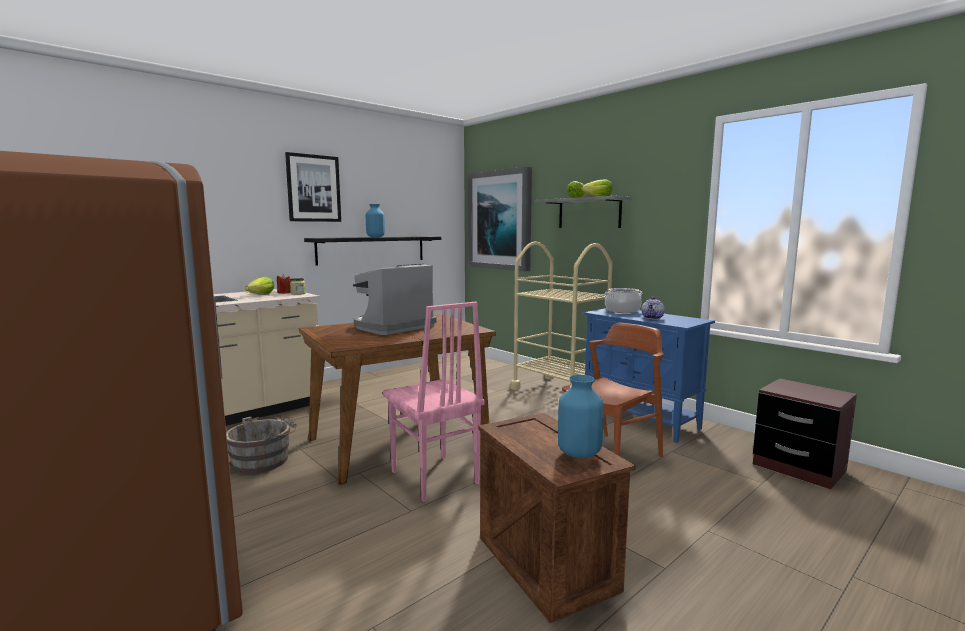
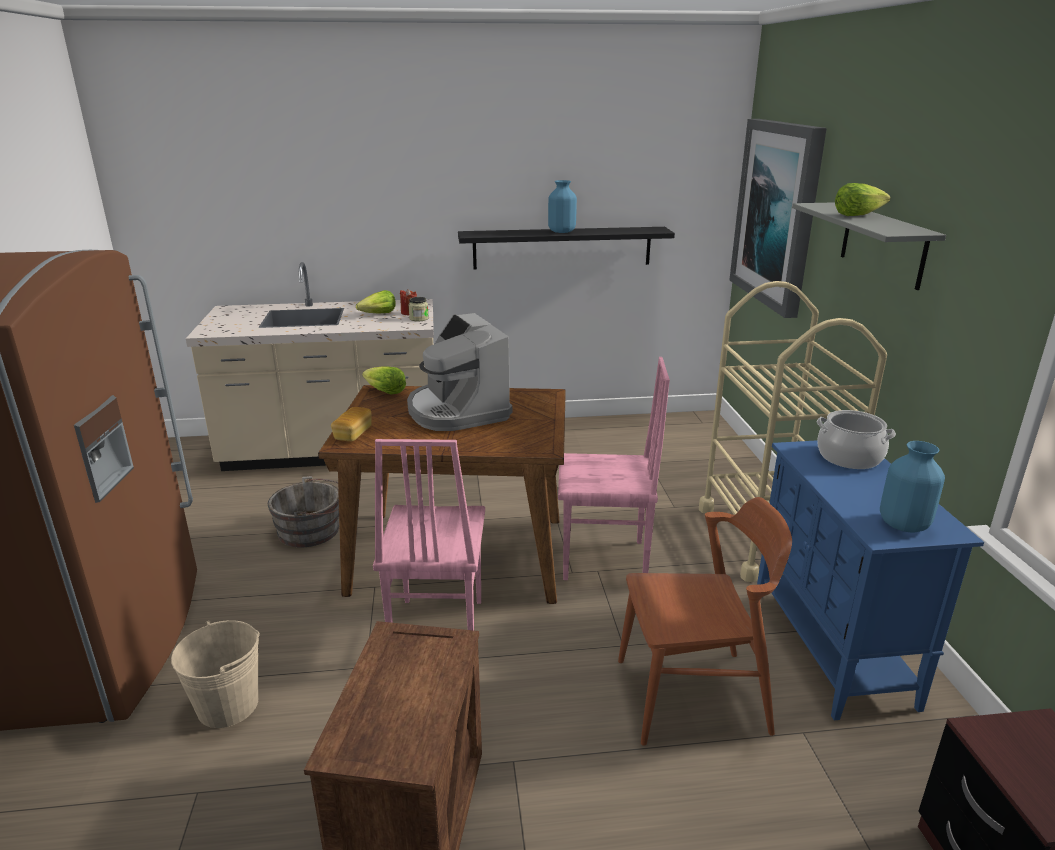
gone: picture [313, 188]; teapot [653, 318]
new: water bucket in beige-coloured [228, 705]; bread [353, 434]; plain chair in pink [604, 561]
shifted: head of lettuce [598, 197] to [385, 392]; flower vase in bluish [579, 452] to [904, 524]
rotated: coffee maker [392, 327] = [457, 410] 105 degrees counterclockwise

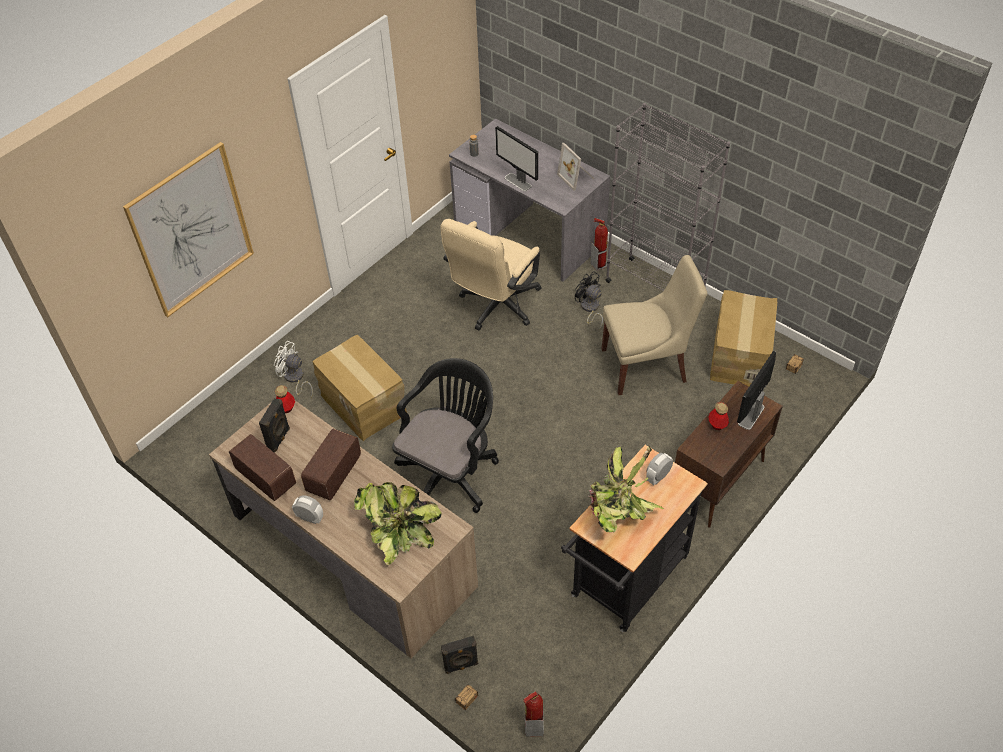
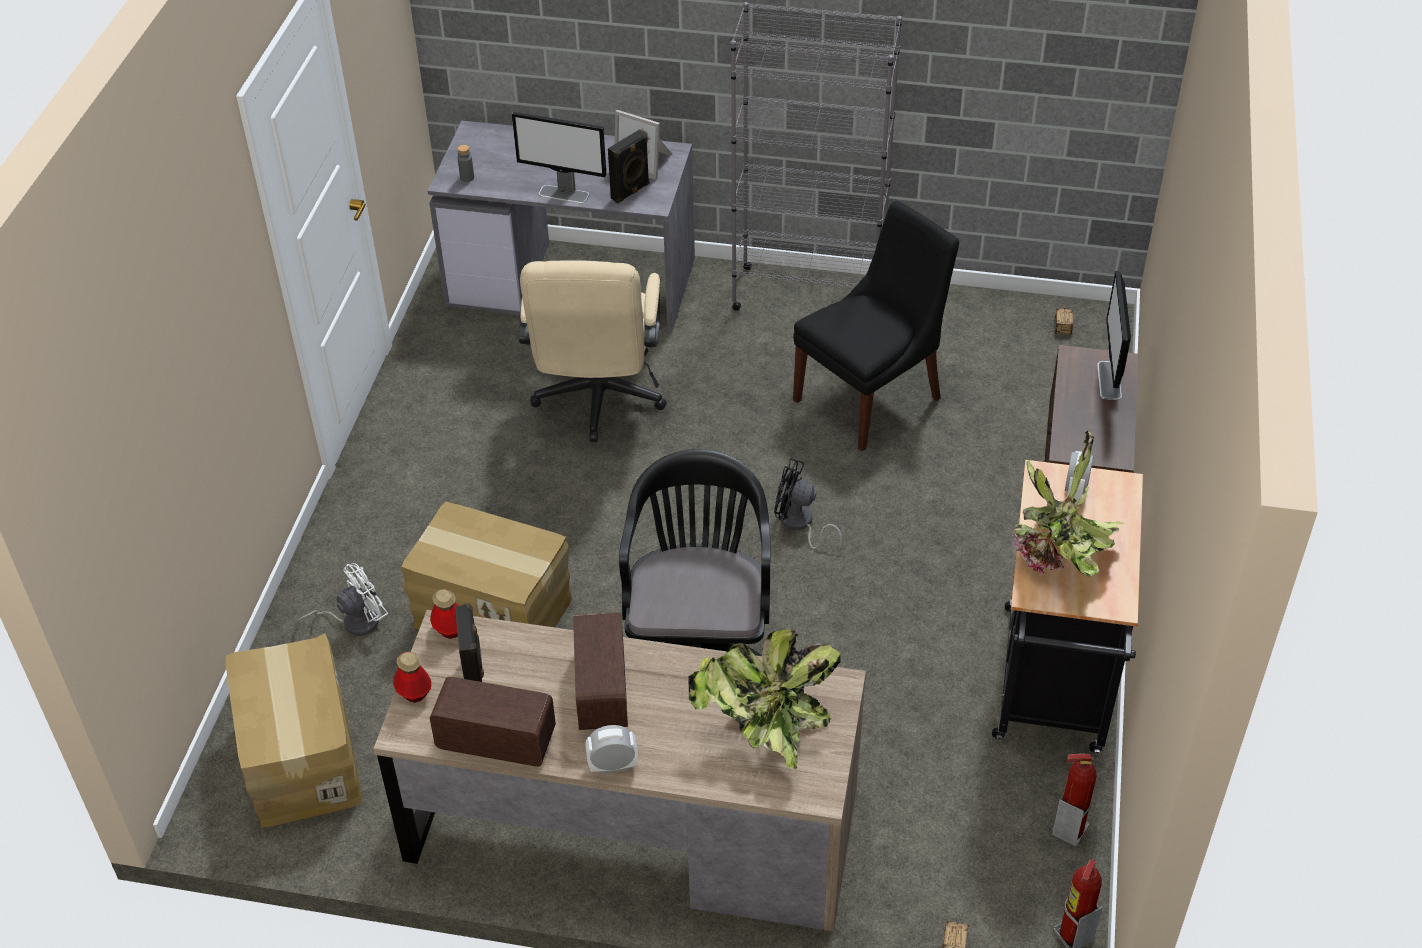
gone: picture [191, 231]
shifted: cardboard box [738, 355] to [300, 759]; drink bottle [717, 424] to [414, 692]; loudspeaker in black-coloured [461, 666] to [631, 192]; fan in black-coloured [589, 309] to [799, 524]; fire extinguisher [599, 265] to [1069, 830]
repainted: plain chair in beige-coloured [647, 365] to plain chair in black-coloured [871, 397]
rotated: fan in white [295, 379] = [353, 622] 150 degrees clockwise

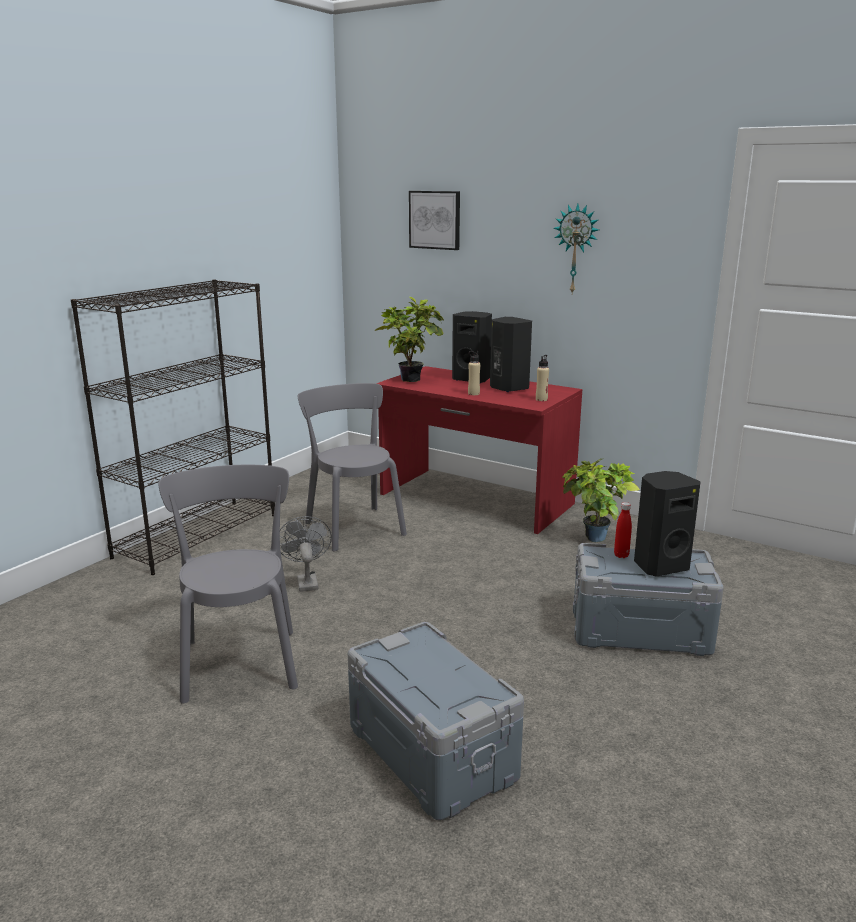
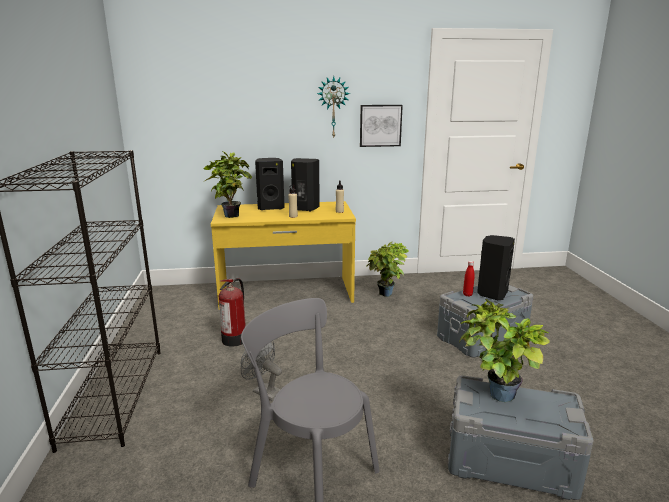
new: houseplant [494, 396]
shifted: picture [435, 220] to [380, 125]
swapped: plain chair in grey [353, 526] to fire extinguisher [235, 339]
repainted: desk in red-coloured [475, 499] to desk in yellowish [286, 293]

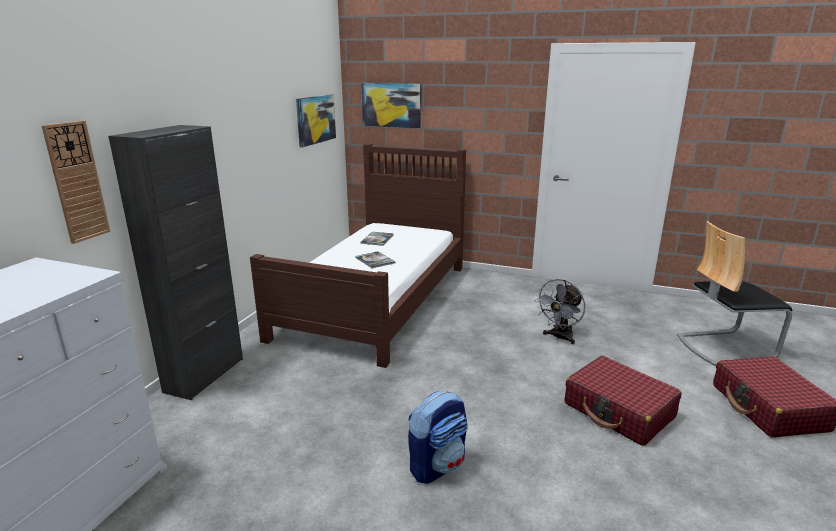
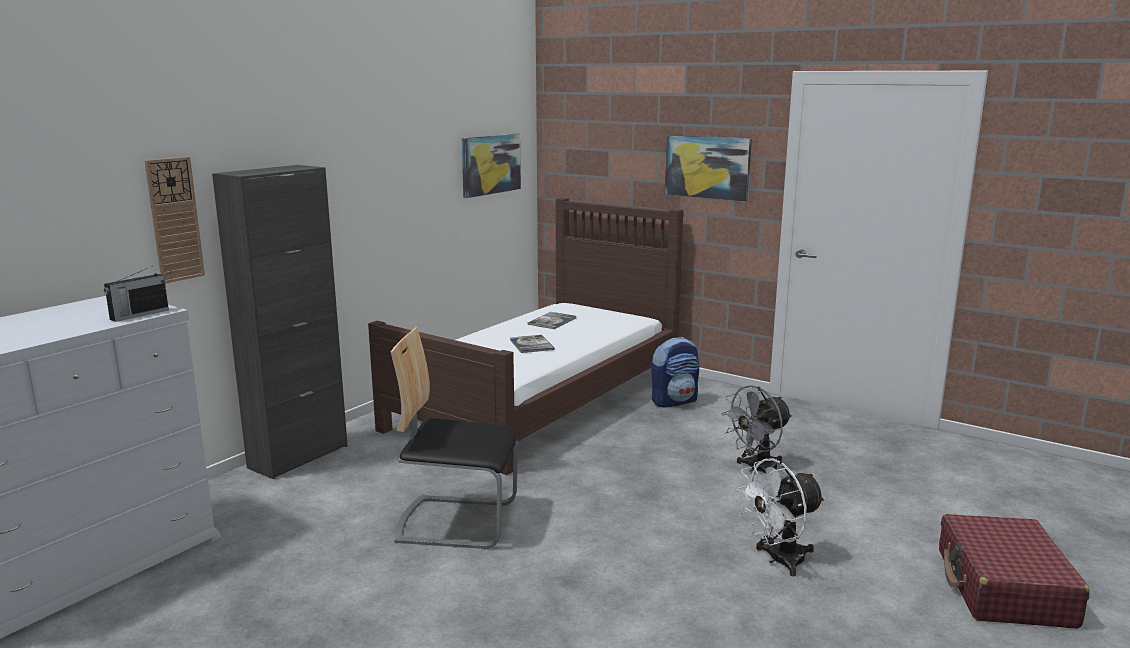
new: radio receiver [138, 315]
shifted: plain chair [724, 347] to [457, 521]; backpack [437, 465] to [674, 401]; picture [391, 105] to [707, 167]
swapped: travel case in red-coloured [619, 411] to fan in white [778, 560]

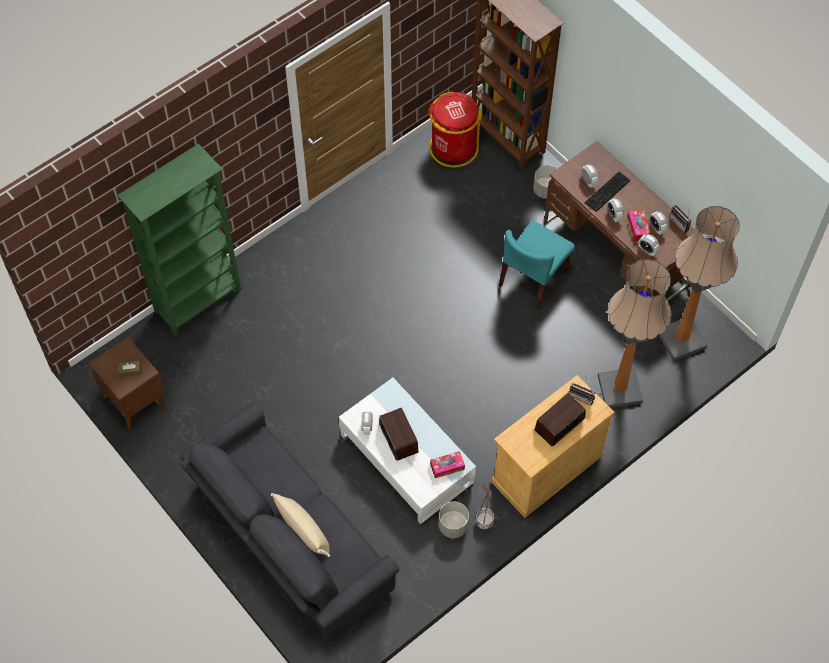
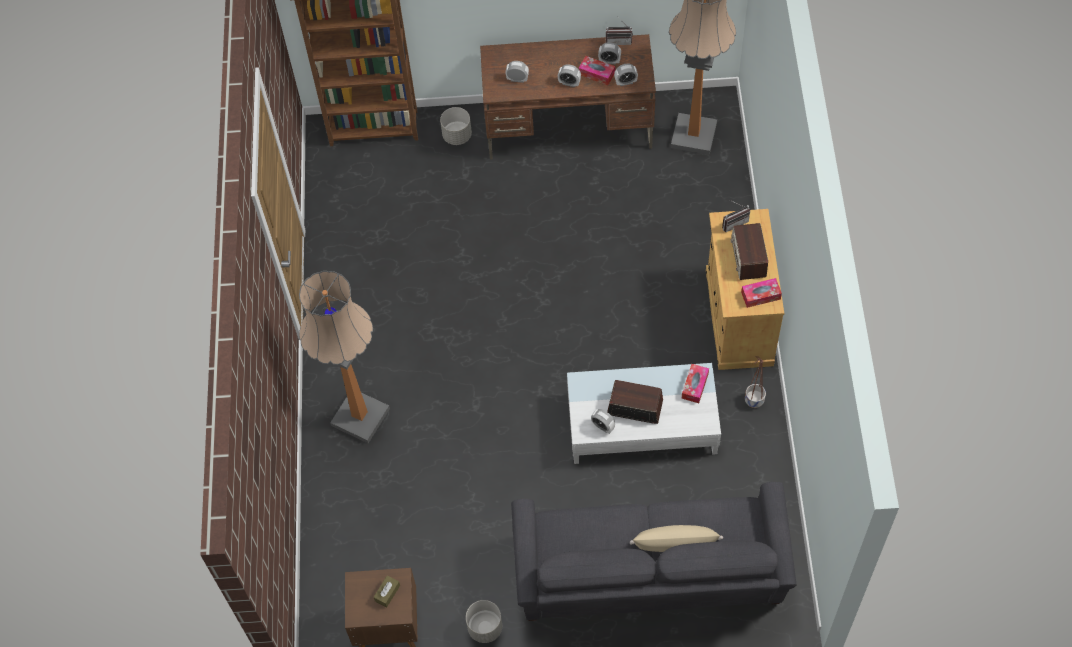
gone: bookcase in green [199, 301]; trash can in red-coloured [453, 148]; plain chair in turquoise-coloured [533, 278]; keyboard [608, 192]
new: tissue box [760, 295]
shifted: floor lamp [619, 389] to [360, 417]; plant pot in grey [453, 526] to [485, 628]

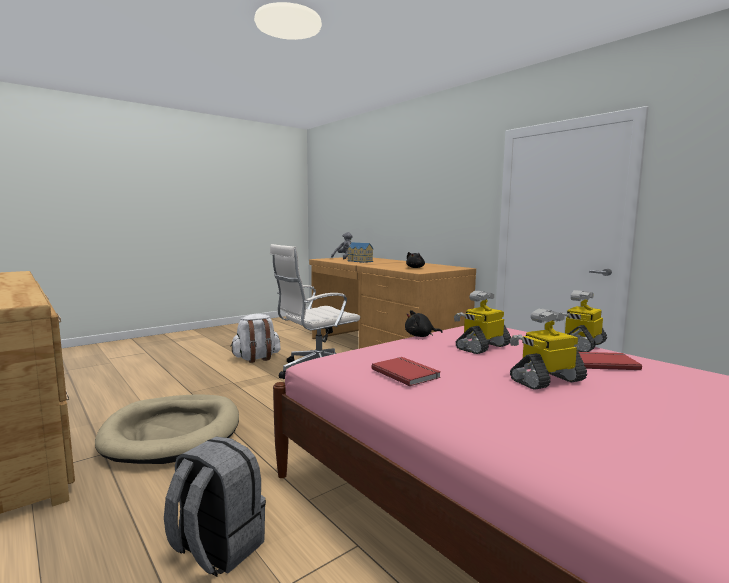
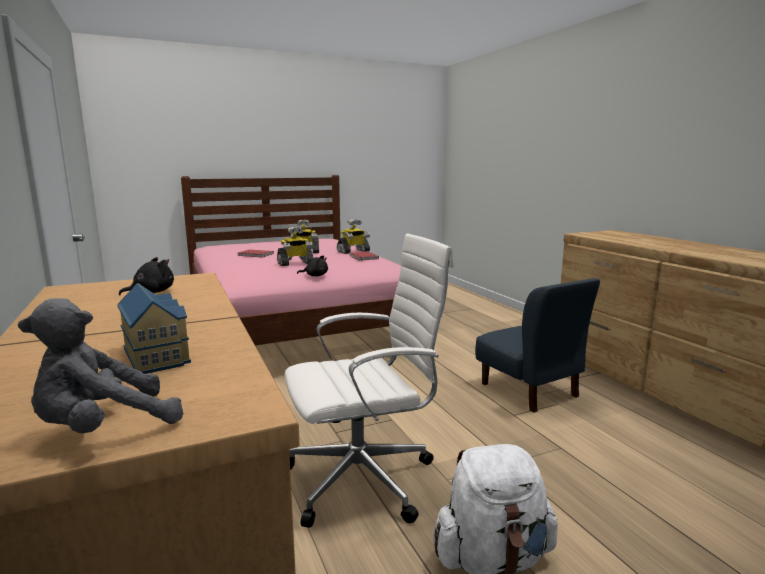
gone: backpack in grey [216, 548]
shifted: robot figure [581, 345] to [353, 251]
swapped: dog bed in beige-coloured [173, 432] to plain chair in bluish [529, 390]

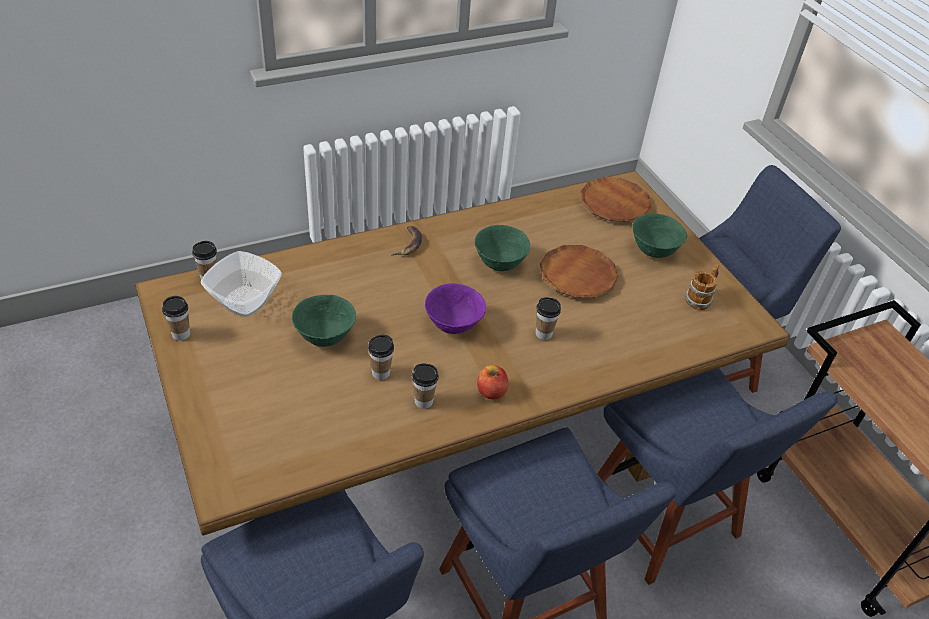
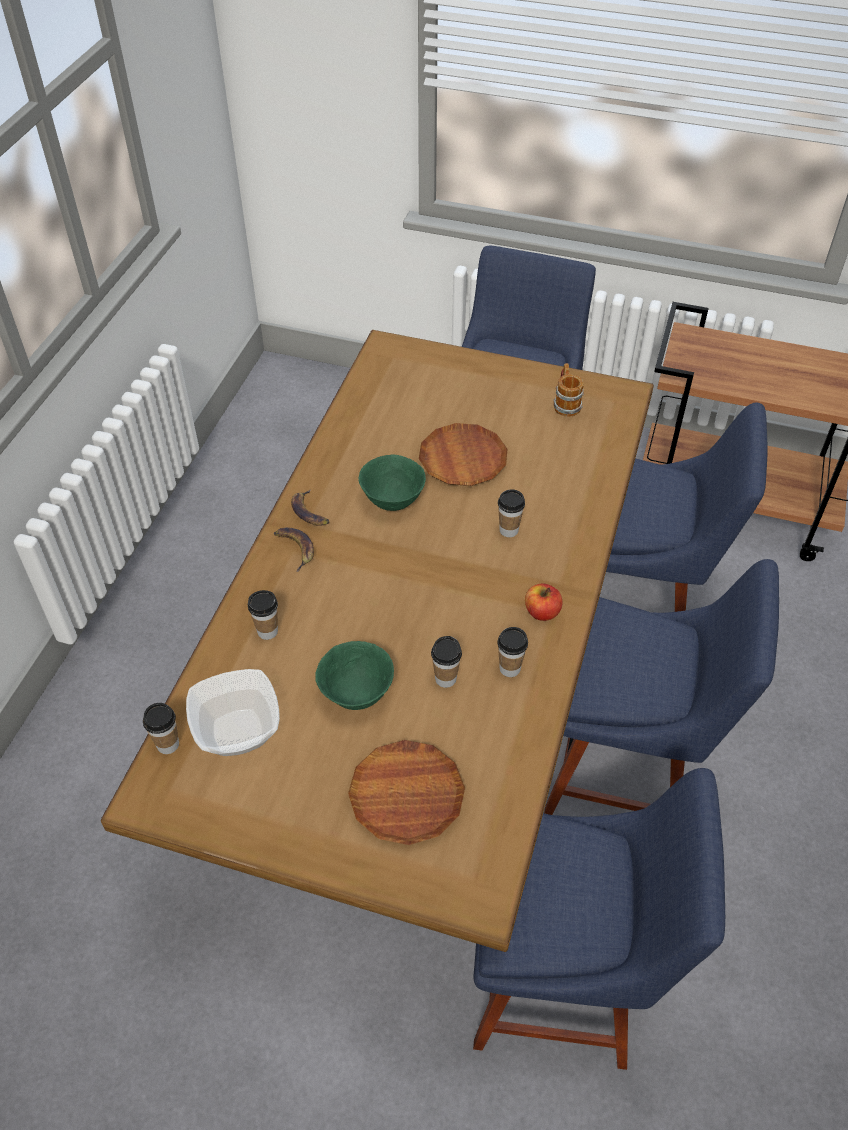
gone: serving bowl in purplish [453, 326]; serving bowl in green [653, 251]
new: banana fruit [309, 512]
shifted: drinking cup [181, 334] to [267, 631]; plate in brown-coloured [614, 204] to [406, 795]

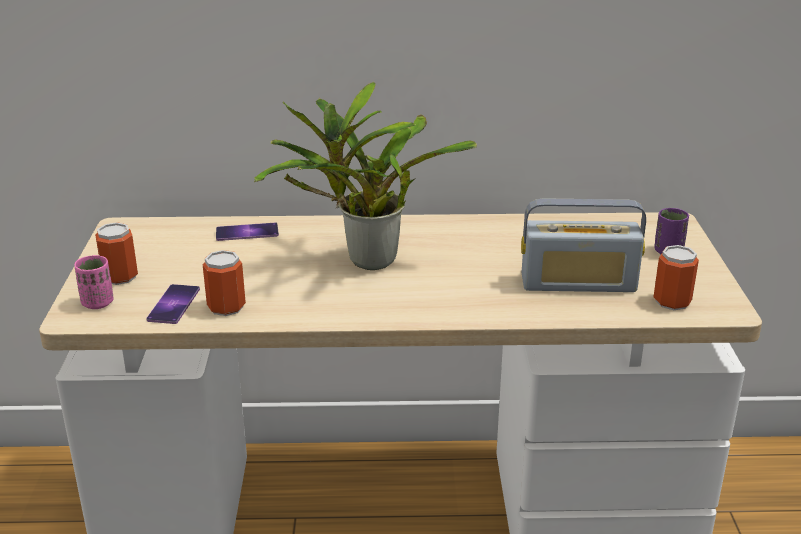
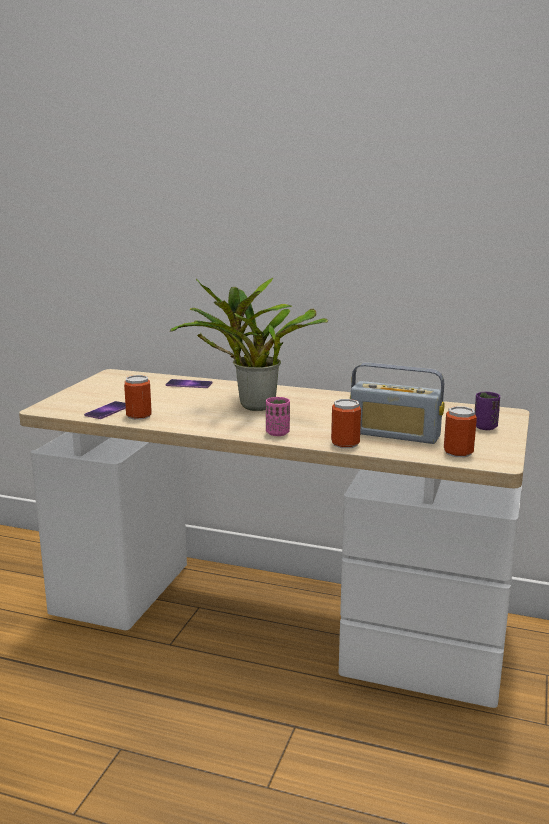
shifted: drinking cup in pink [97, 303] to [277, 433]; can [120, 277] to [345, 444]

